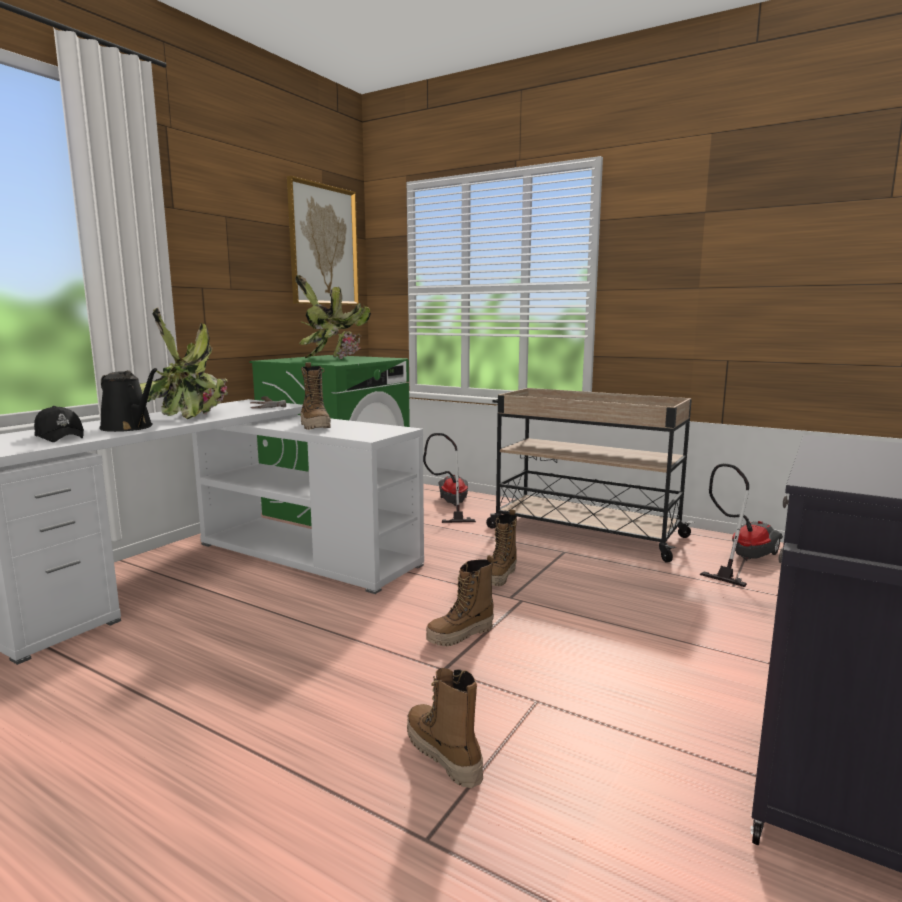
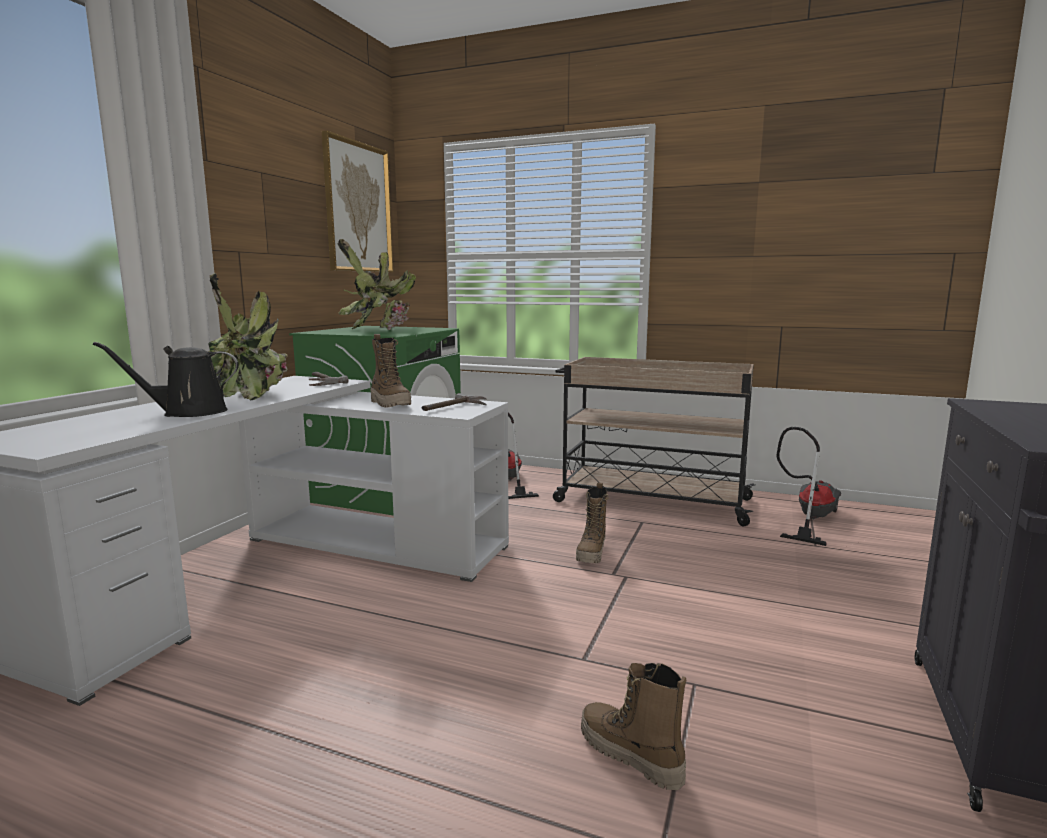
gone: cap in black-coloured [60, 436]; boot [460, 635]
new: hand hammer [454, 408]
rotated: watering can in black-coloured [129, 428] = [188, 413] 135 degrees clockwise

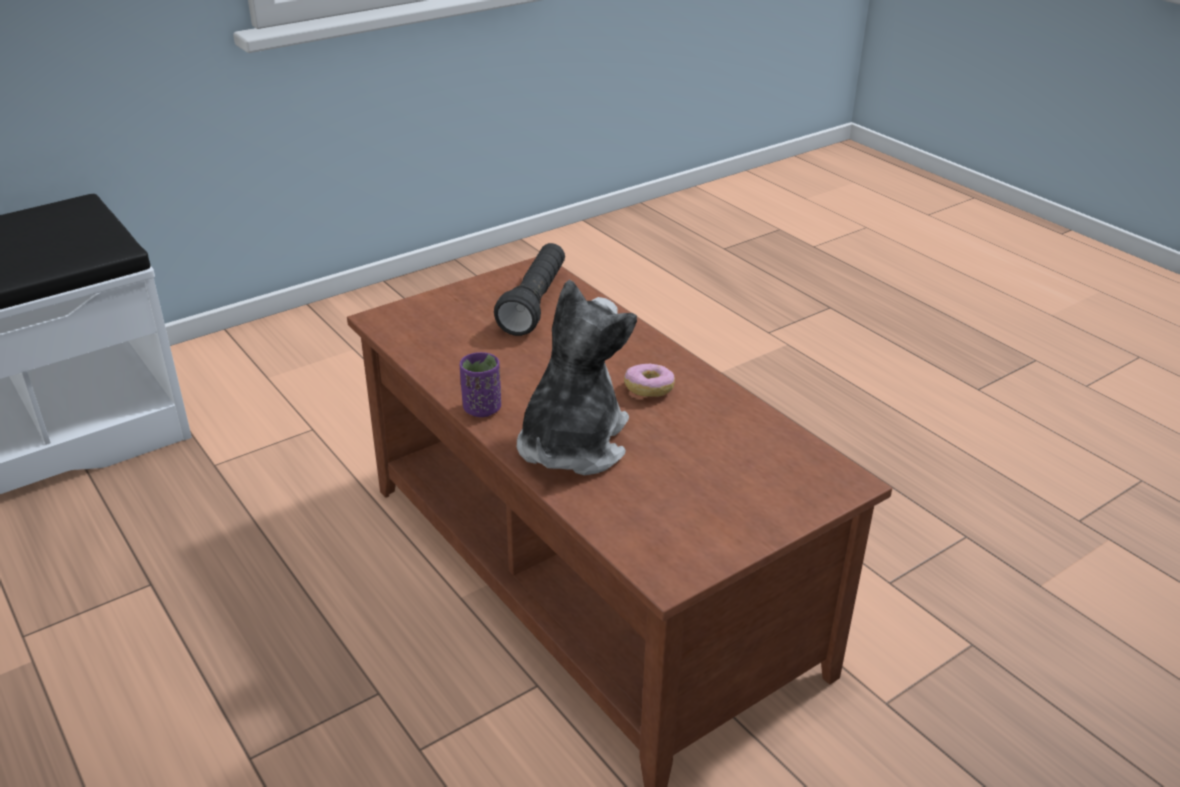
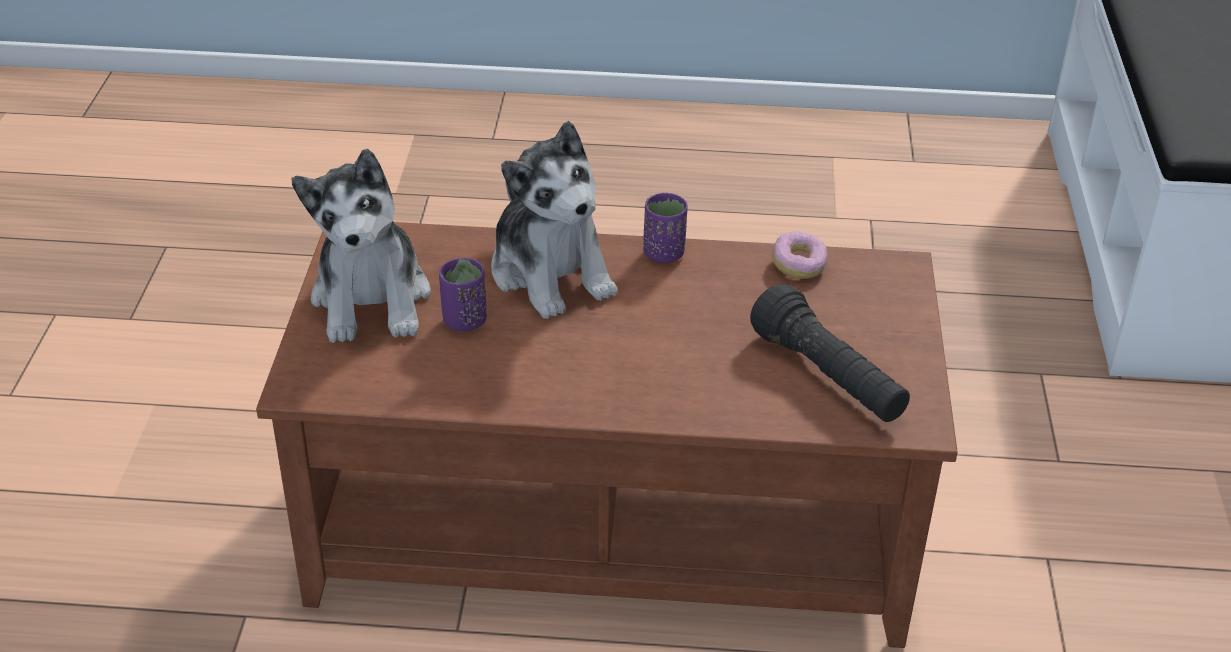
new: plush toy [372, 299]; drinking cup in purplish [464, 321]
shifted: doughnut [649, 389] to [798, 266]

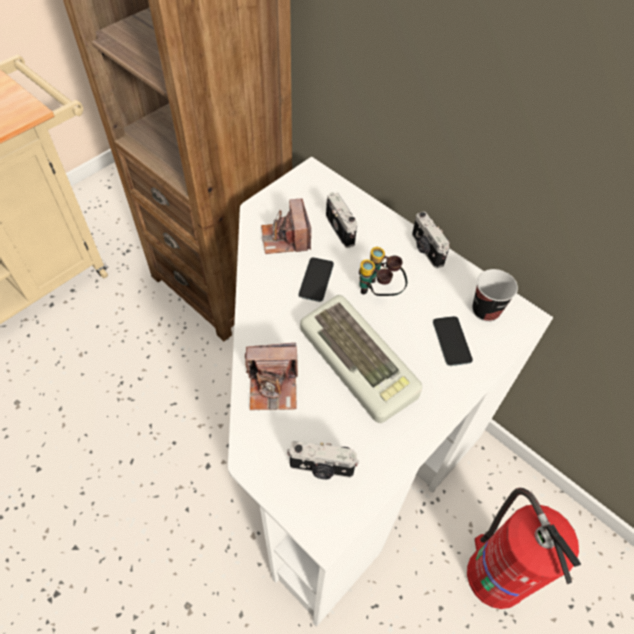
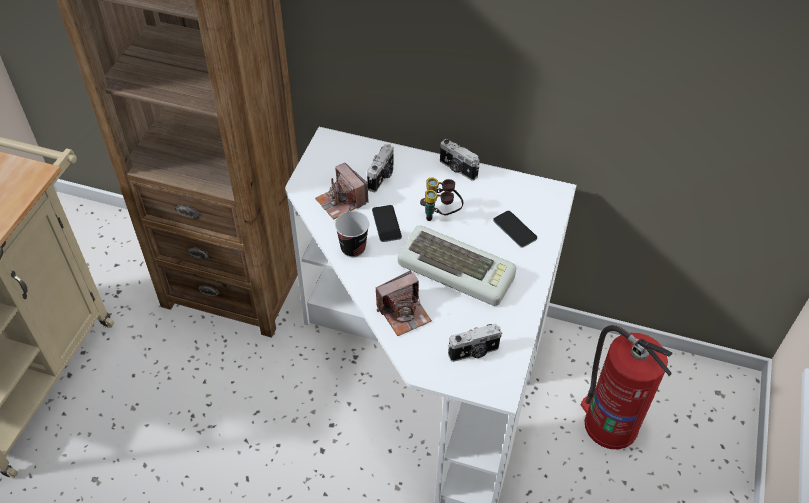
shifted: drinking cup [485, 310] to [353, 248]
rotated: photo camera [341, 229] = [382, 177] 75 degrees clockwise

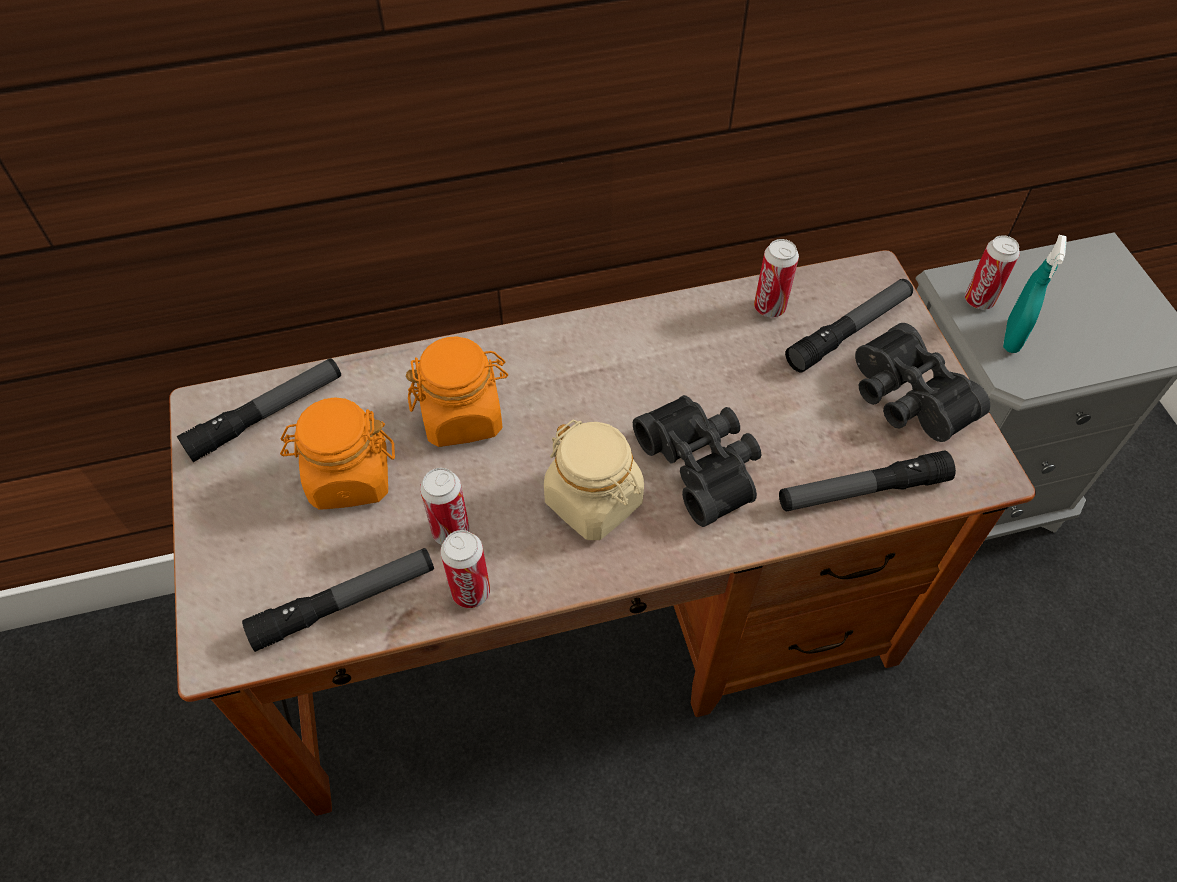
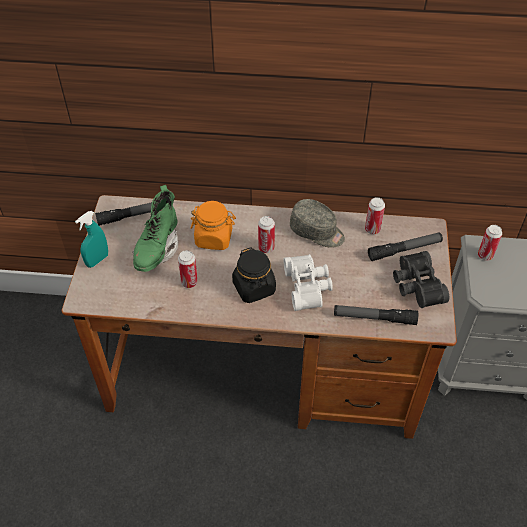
gone: torch [345, 603]
new: cap in grey [317, 232]
shifted: hand sprayer in turquoise-coloured [1012, 337] to [97, 260]; can [471, 592] to [266, 248]
swapped: storage jar in orange [349, 477] to boot in green [157, 249]
repainted: storage jar in beige-coloured [594, 501] to storage jar in black-coloured [254, 288]; field glasses in black-coloured [703, 464] to field glasses in white [308, 287]

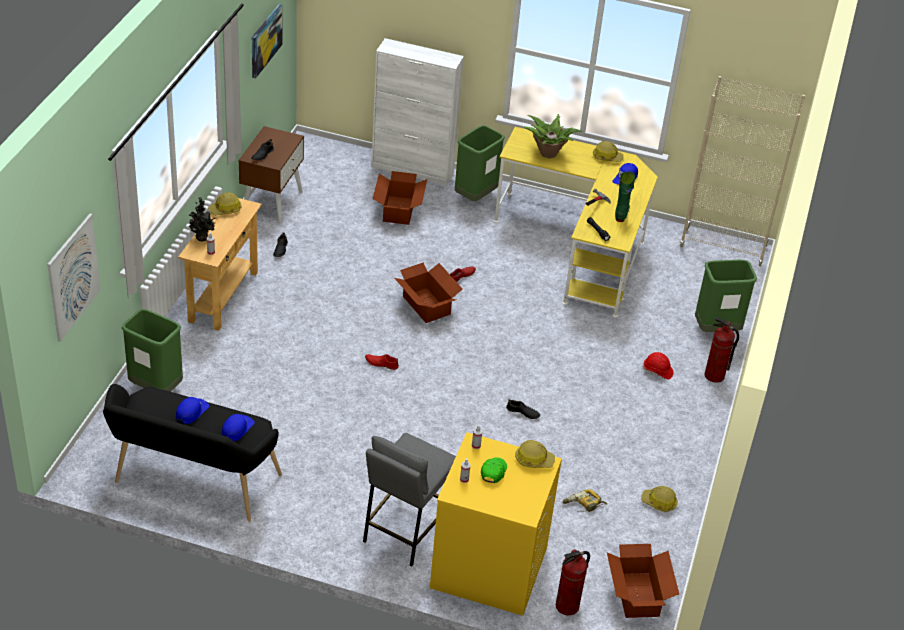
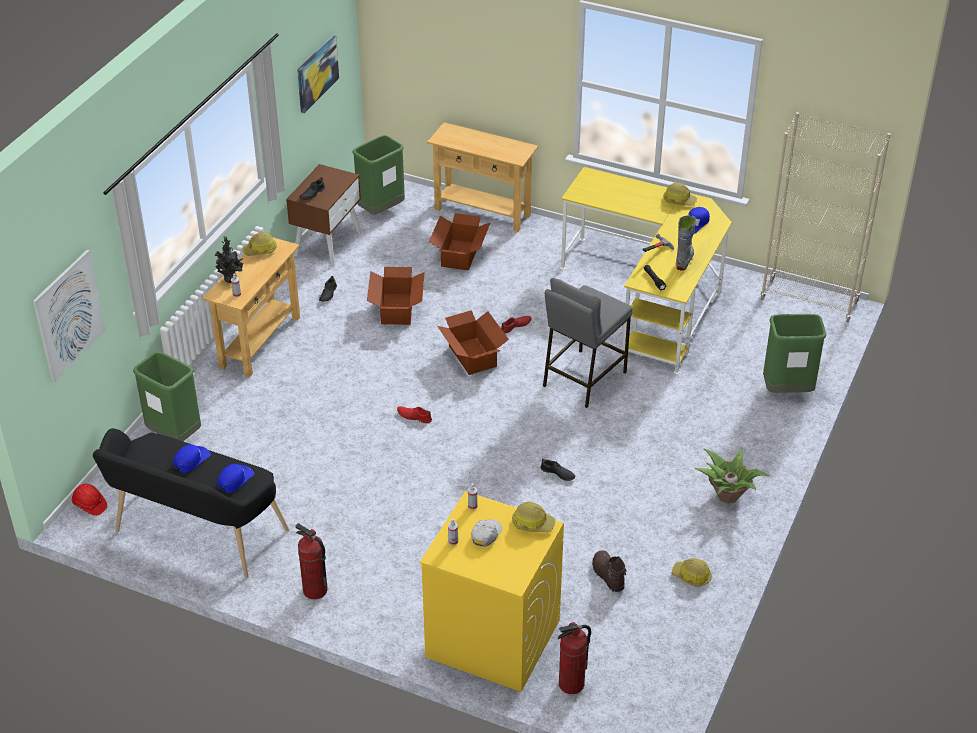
shifted: hard hat in red-coloured [657, 371] to [89, 505]; fire extinguisher [714, 376] to [315, 590]; trash can in green [475, 196] to [381, 210]; cardboard box [638, 594] to [397, 309]; sitting stool in grey [406, 530] to [583, 378]; houseplant [547, 153] to [727, 495]
swapped: cabinet in white [413, 169] to hall table in beige-coloured [482, 212]; drill [583, 505] to boot in brown-coloured [607, 575]
repainted: cap in green [493, 472] to cap in white [486, 535]; boot in green [621, 213] to boot in grey [684, 260]

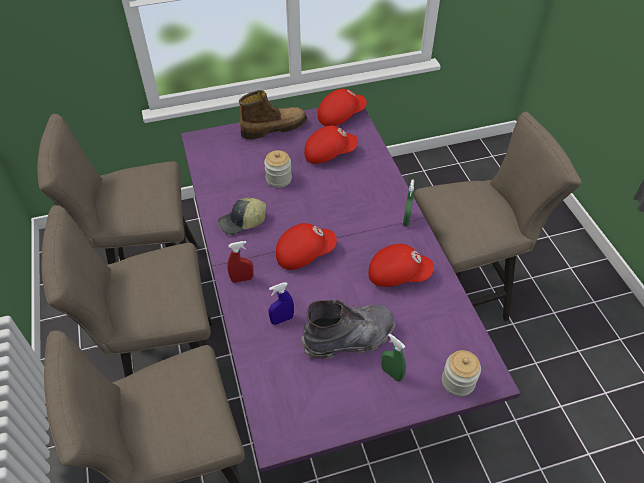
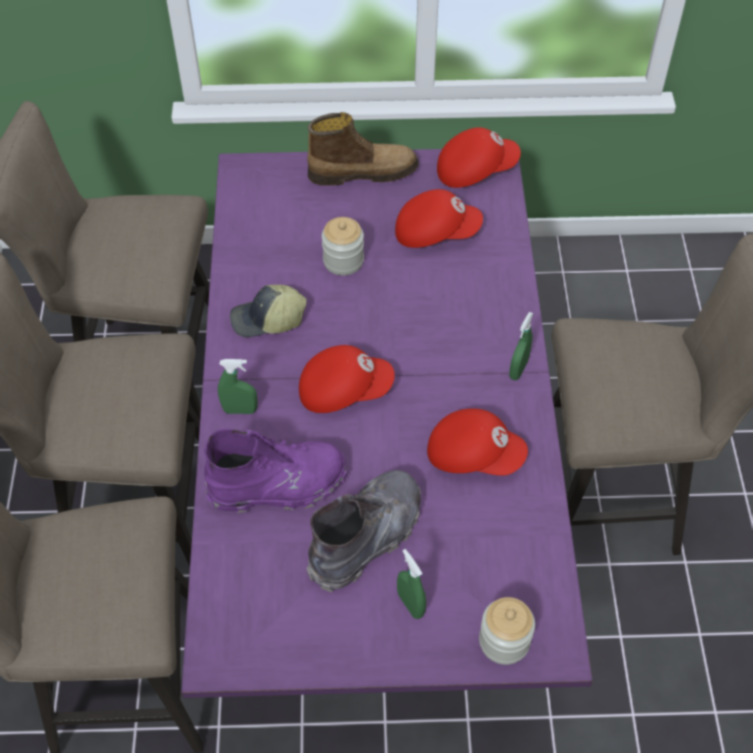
swapped: hand sprayer in bluish [282, 319] to boot in purplish [278, 486]
repainted: hand sprayer in red-coloured [242, 279] to hand sprayer in green [240, 410]
rotated: boot in grey [349, 338] = [367, 536] 45 degrees counterclockwise

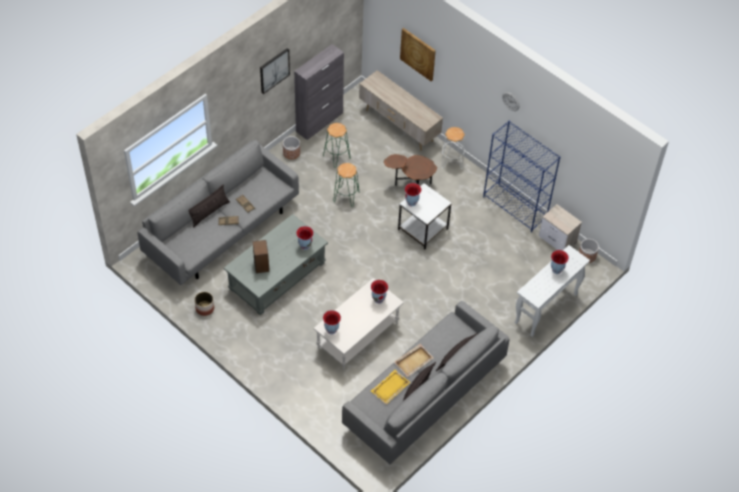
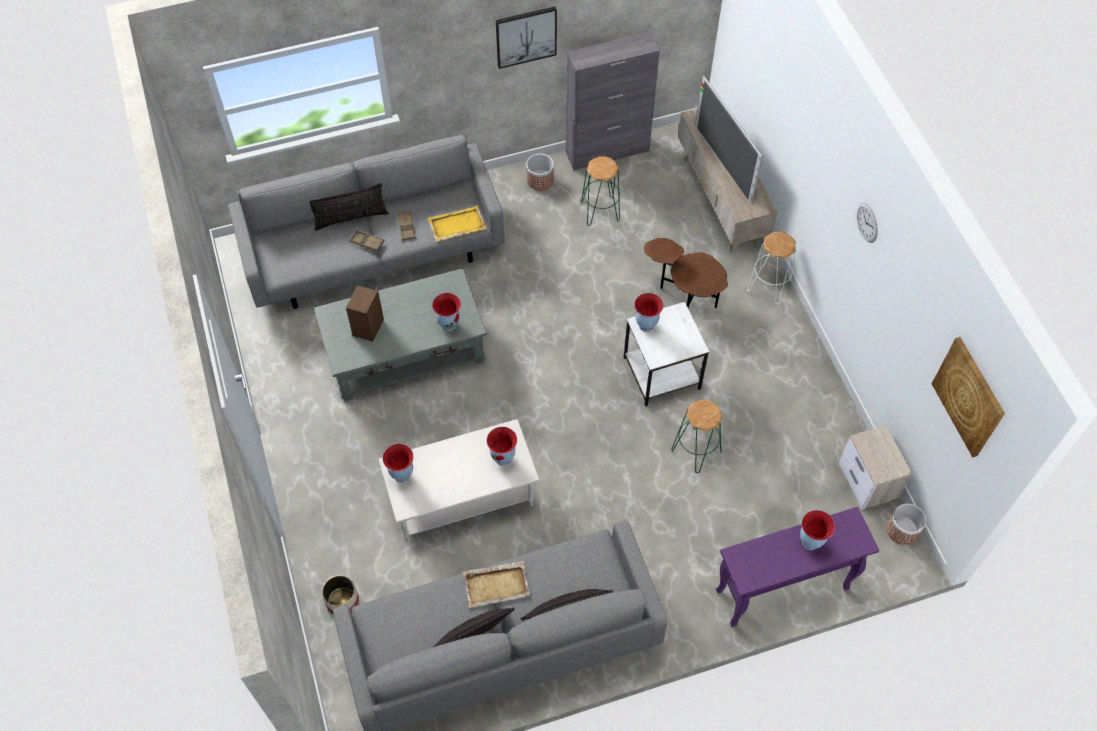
gone: bookcase in bluish [515, 207]
new: television [722, 162]
shifted: plant pot [204, 308] to [342, 601]; serving tray in yellowish [390, 387] to [456, 225]; sitting stool in green [346, 197] to [696, 451]; picture [418, 54] to [969, 397]
repainted: hall table in white [545, 309] to hall table in purplish [781, 590]

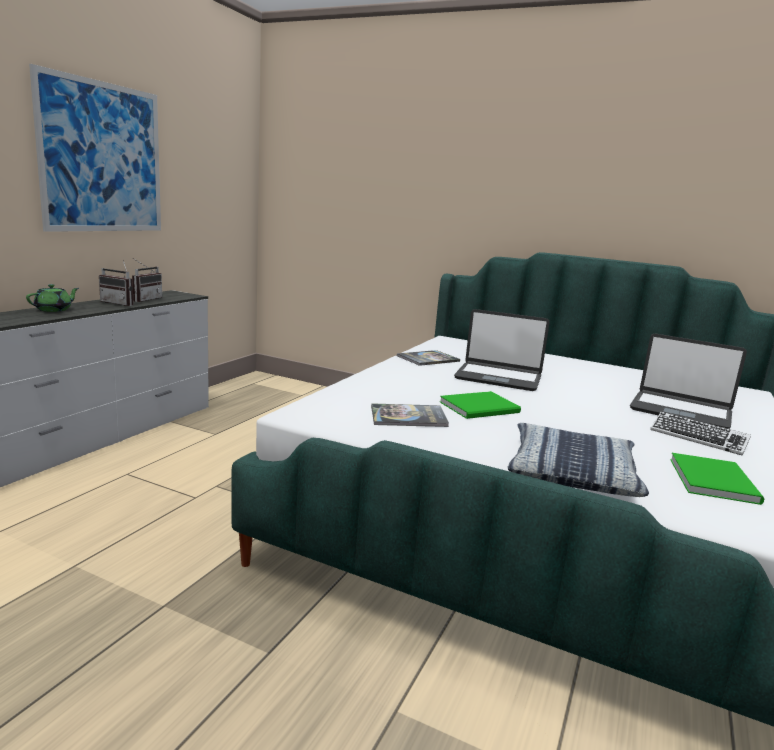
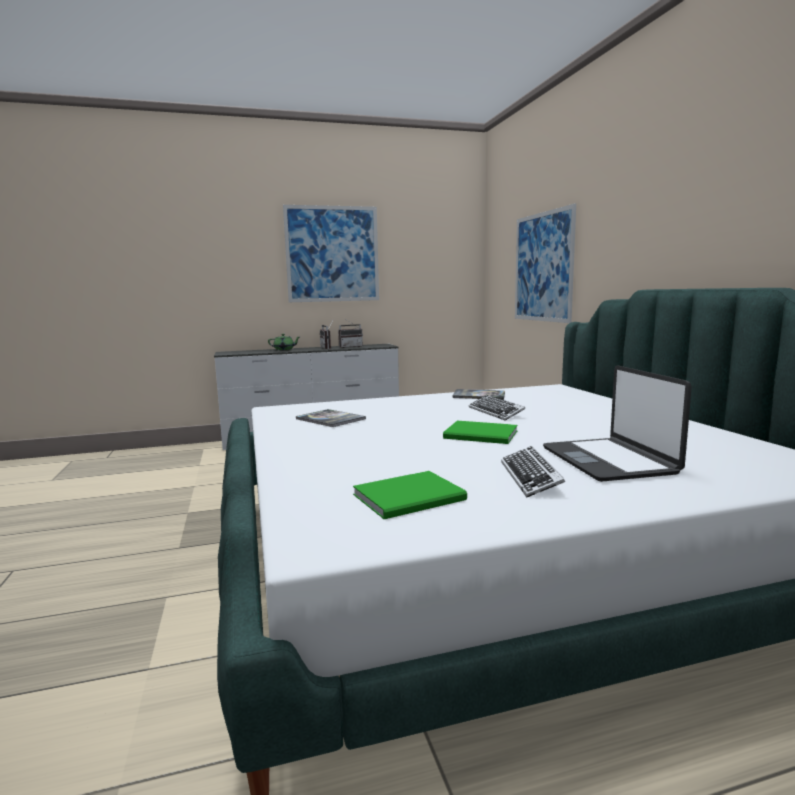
gone: cushion [572, 472]
new: picture [543, 267]
shifted: book in green [482, 408] to [482, 435]
swapped: notebook computer [498, 377] to keyboard [496, 412]

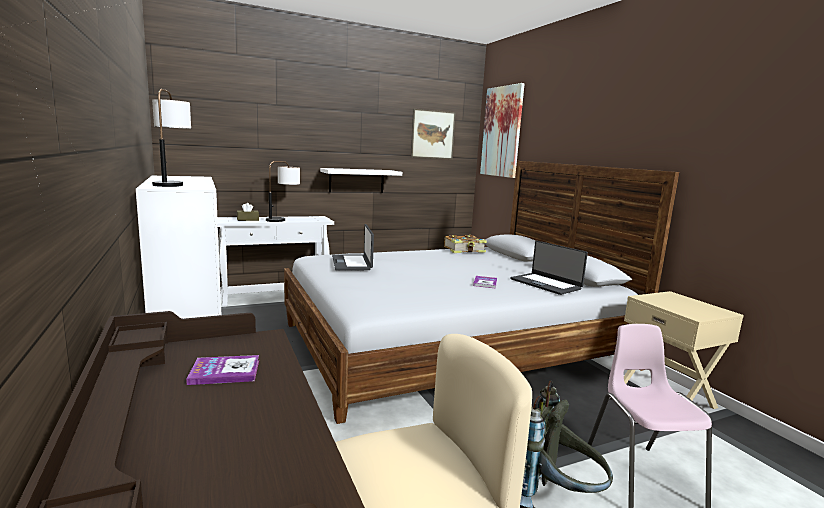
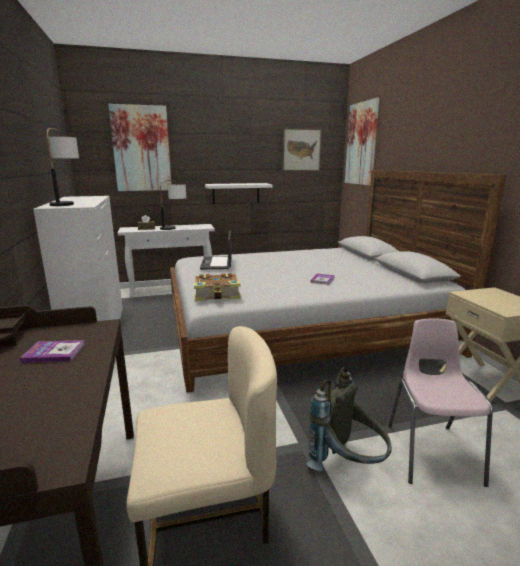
gone: notebook computer [546, 284]
new: picture [141, 149]
shifted: book [464, 250] to [217, 295]

